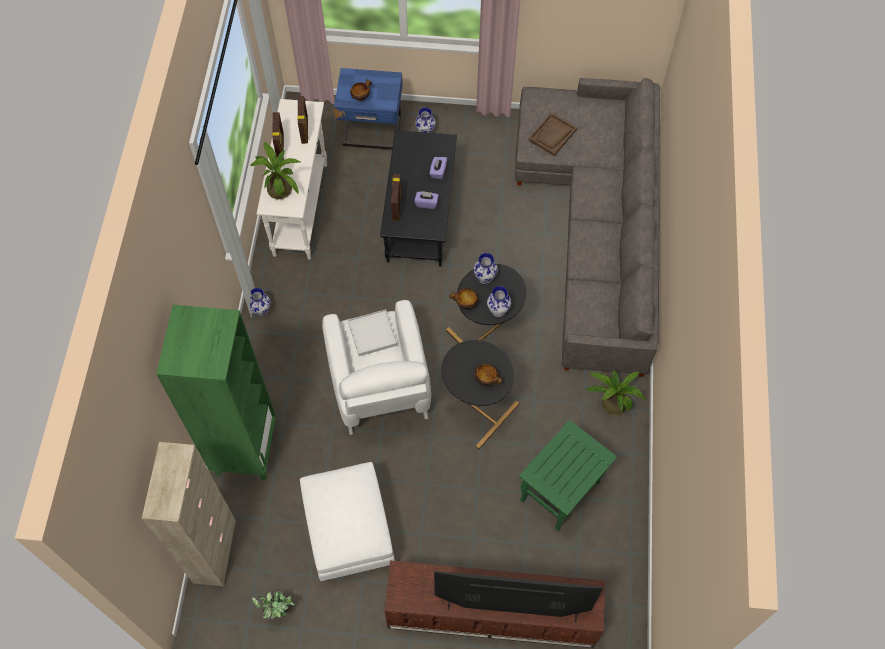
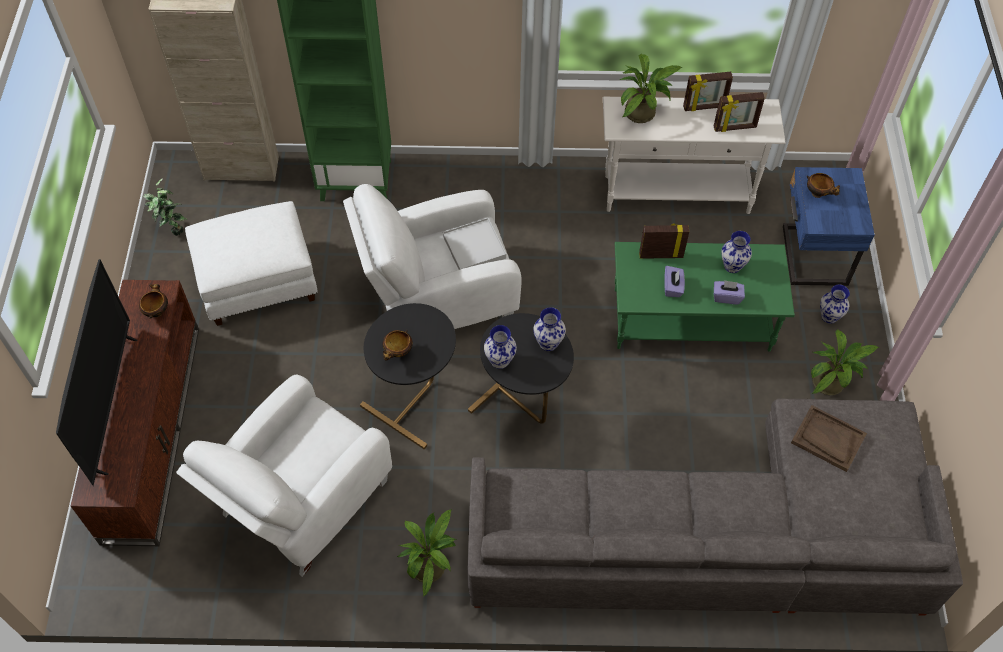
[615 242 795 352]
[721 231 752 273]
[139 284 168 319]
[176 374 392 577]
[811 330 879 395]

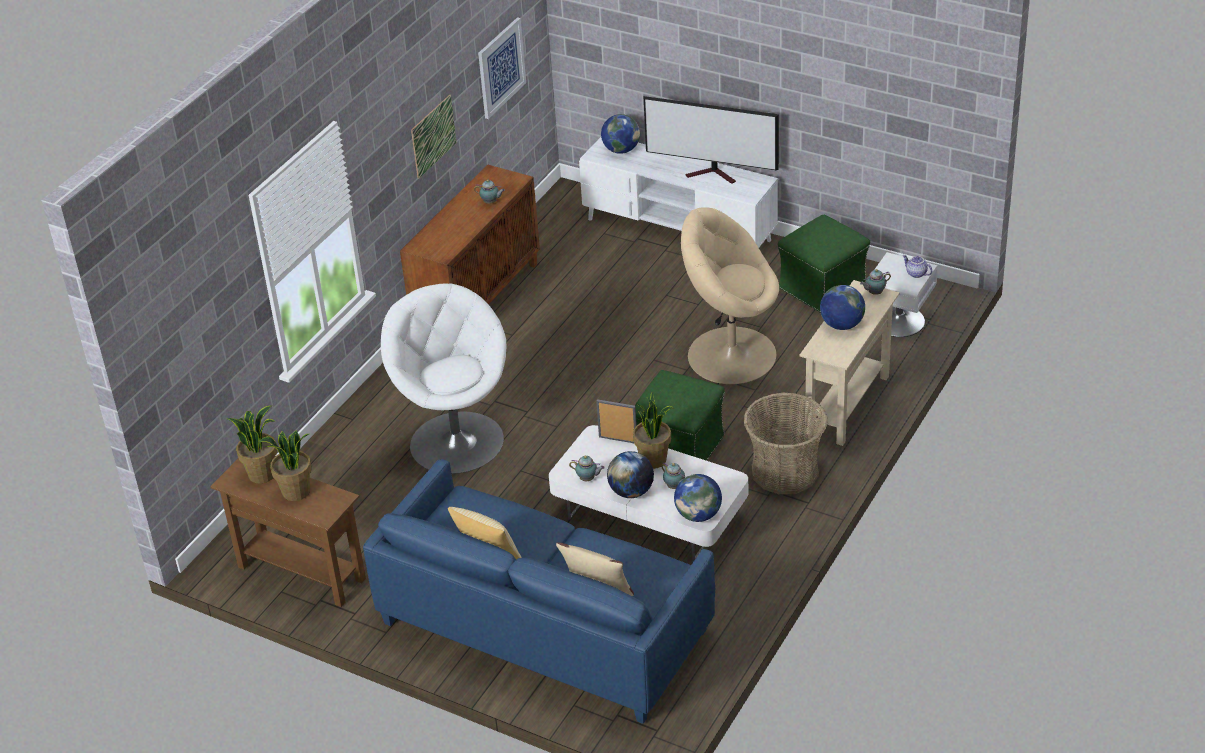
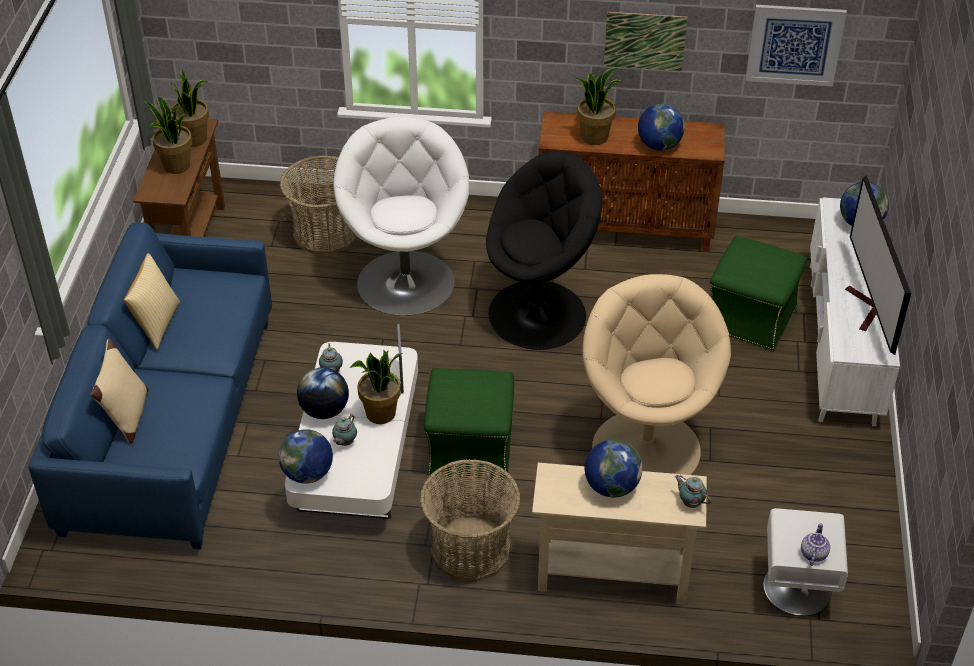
[638 104 685 151]
[710 236 807 350]
[333 117 469 316]
[575 67 622 145]
[486 151 602 350]
[280 155 357 255]

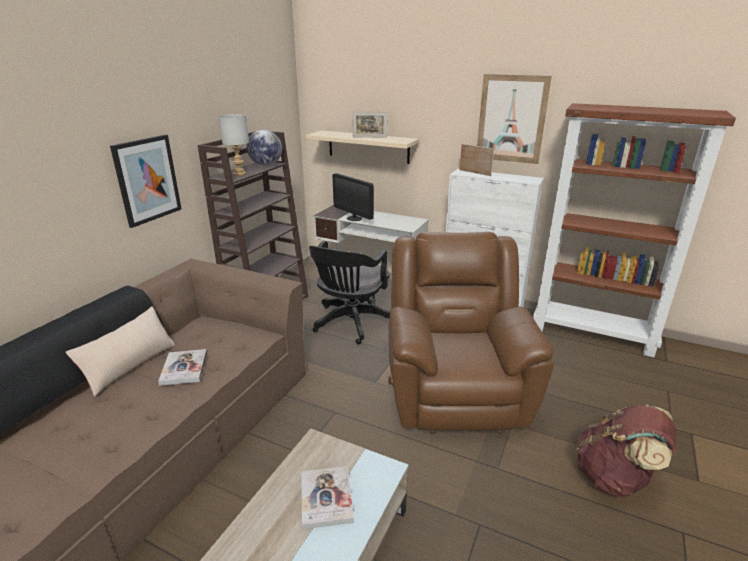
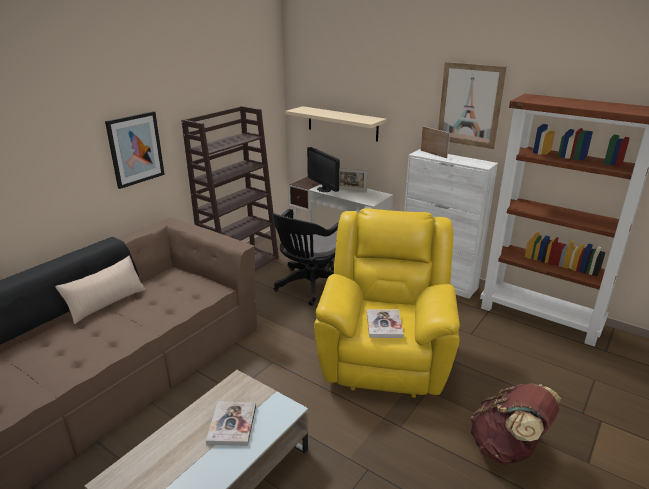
[339 168 368 191]
[219 114 249 175] (first image)
[247 130 282 166] (first image)
[314 208 460 398]
[367 309 404 338]

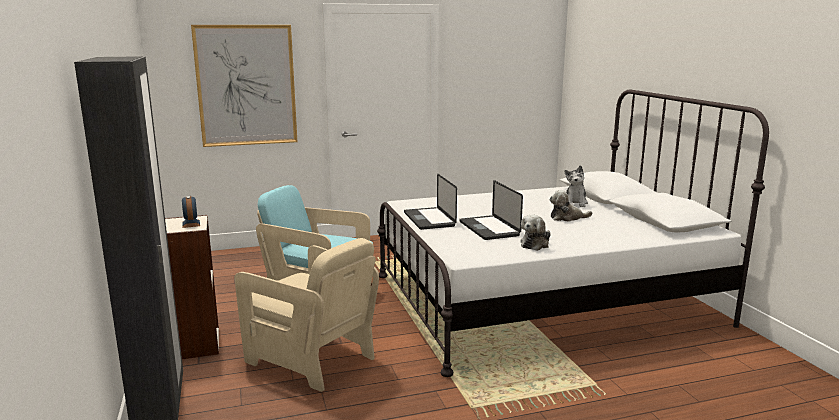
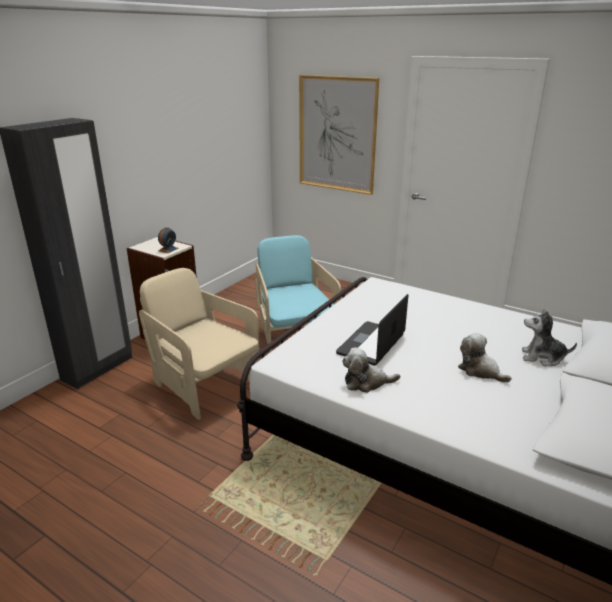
[522 309 577 366]
[404 174 457 230] (first image)
[139 268 259 420]

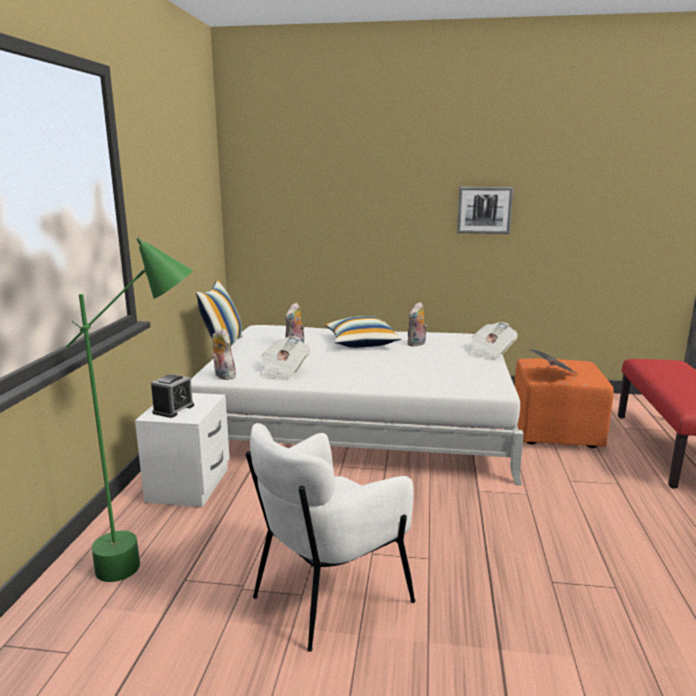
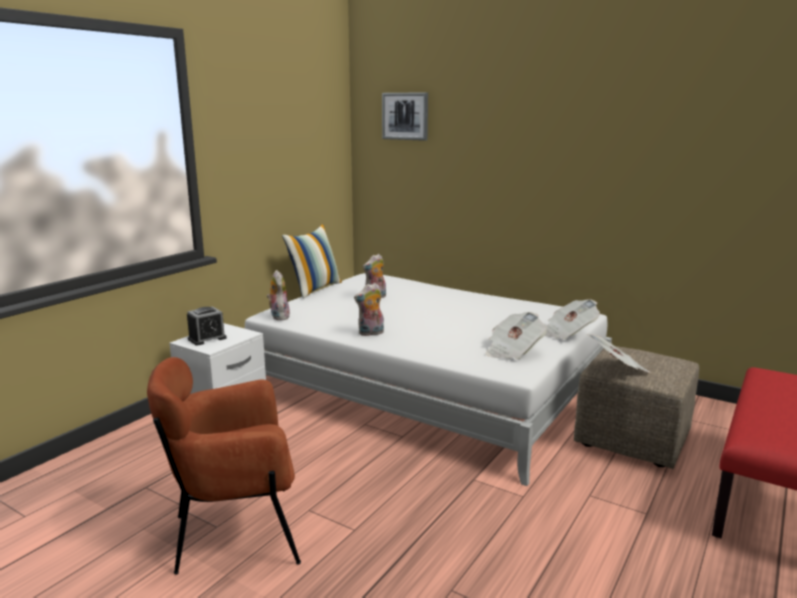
[382 92 428 141]
[66 238 193 582] (first image)
[354 283 384 336]
[325 316 401 348] (first image)
[486 312 547 359]
[574 346 699 469]
[147 357 301 575]

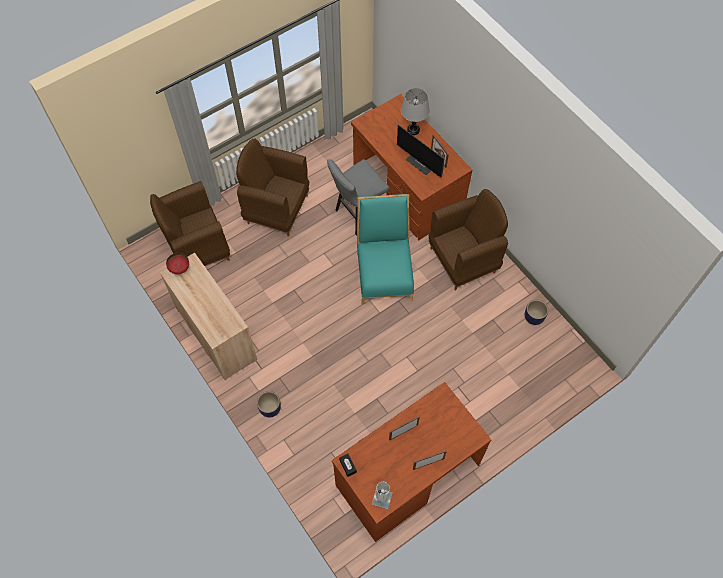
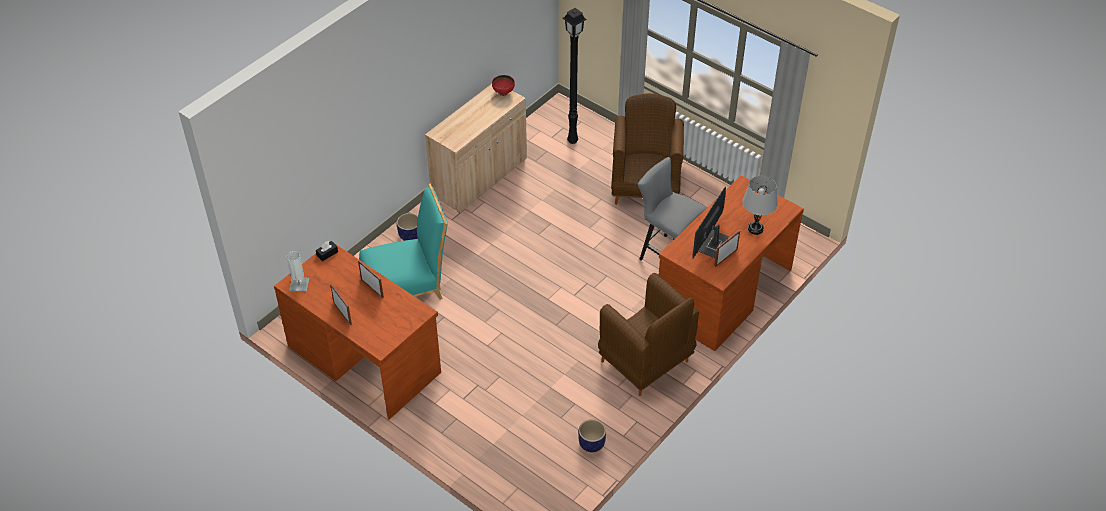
[563 8 587 144]
[359 184 448 299]

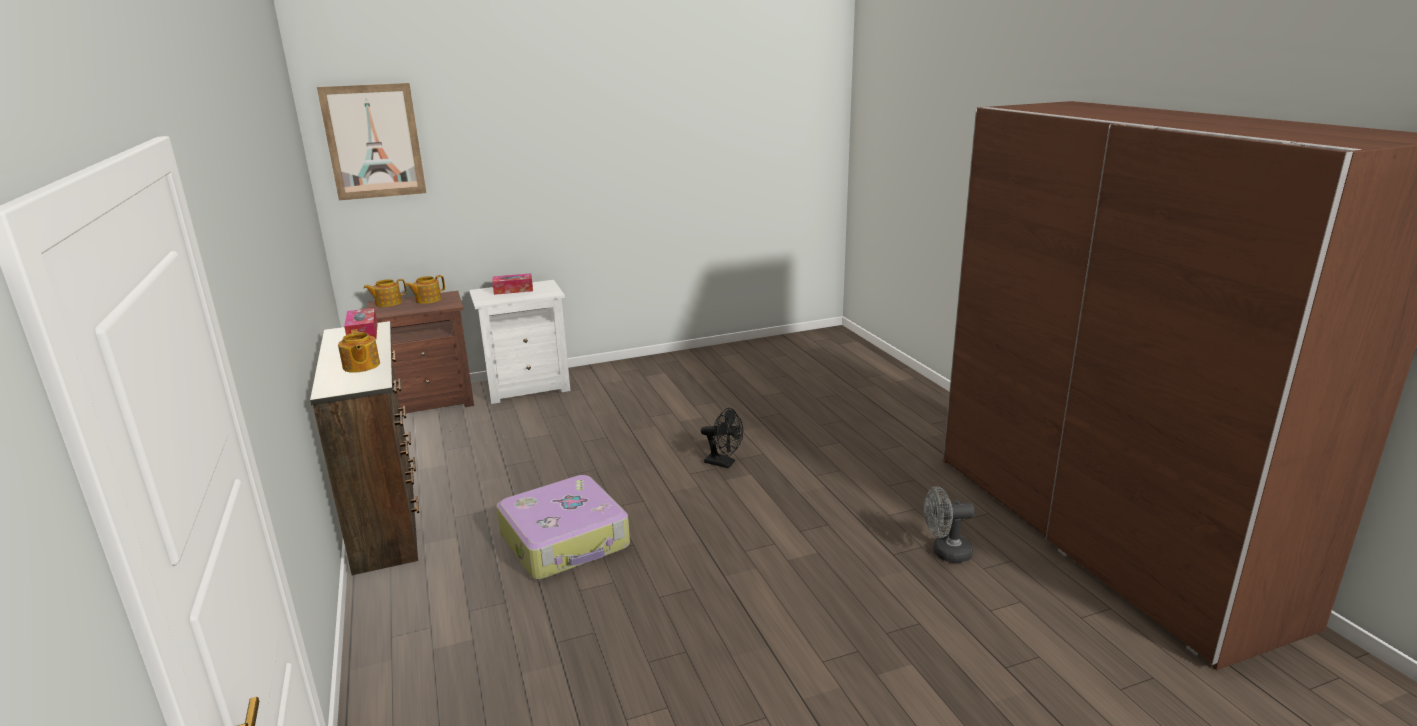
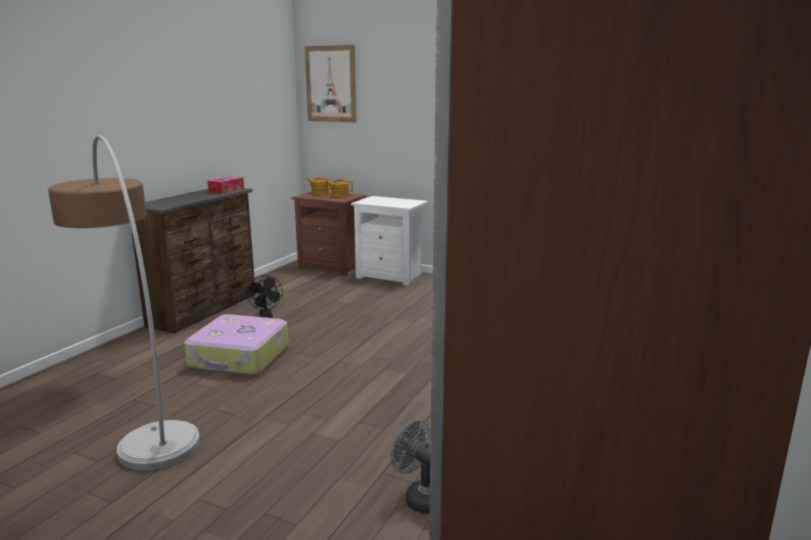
[492 273 533 295] (first image)
[338 329 380 373] (first image)
[246 275 283 318]
[48 135 200 471]

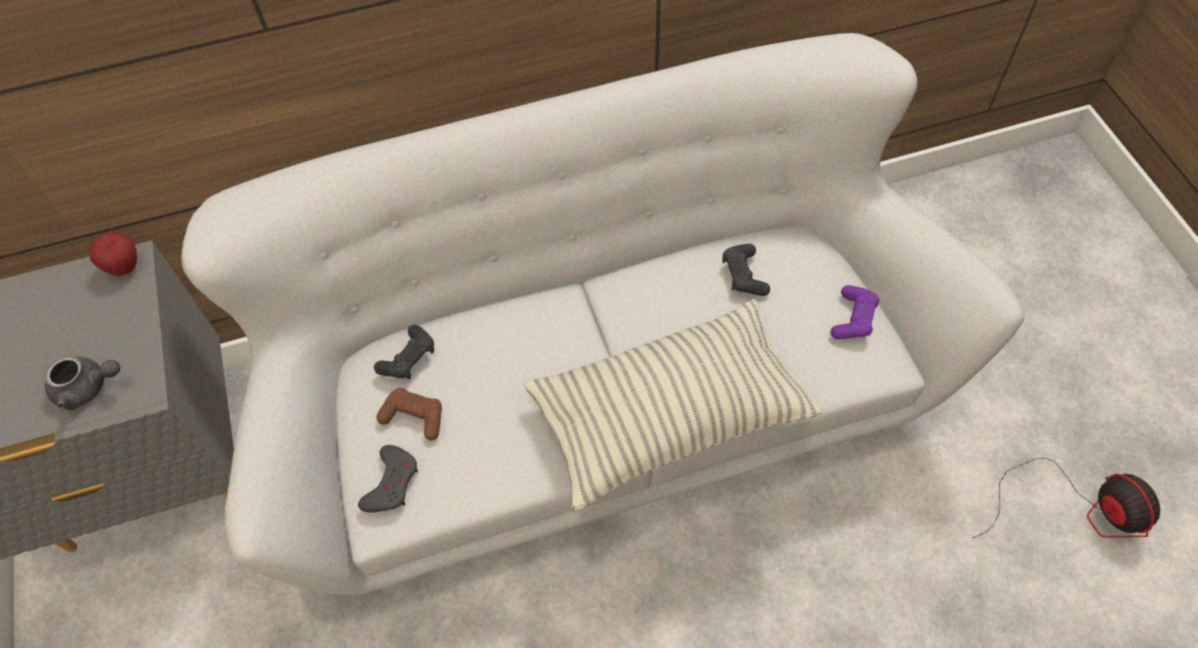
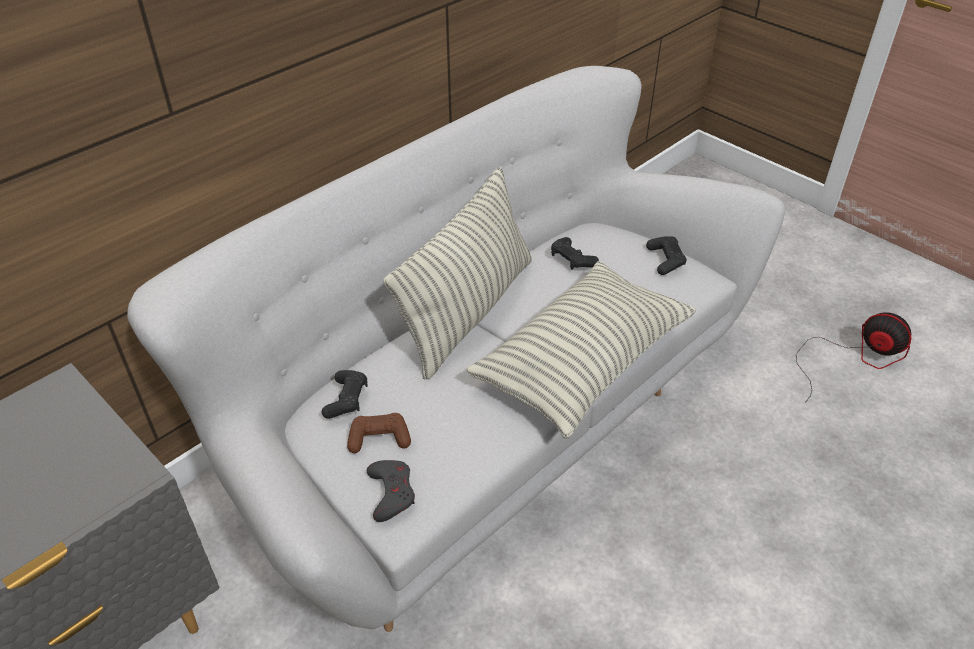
[89 231 137 276] (first image)
[646 236 687 275]
[44 355 120 410] (first image)
[384 166 532 379]

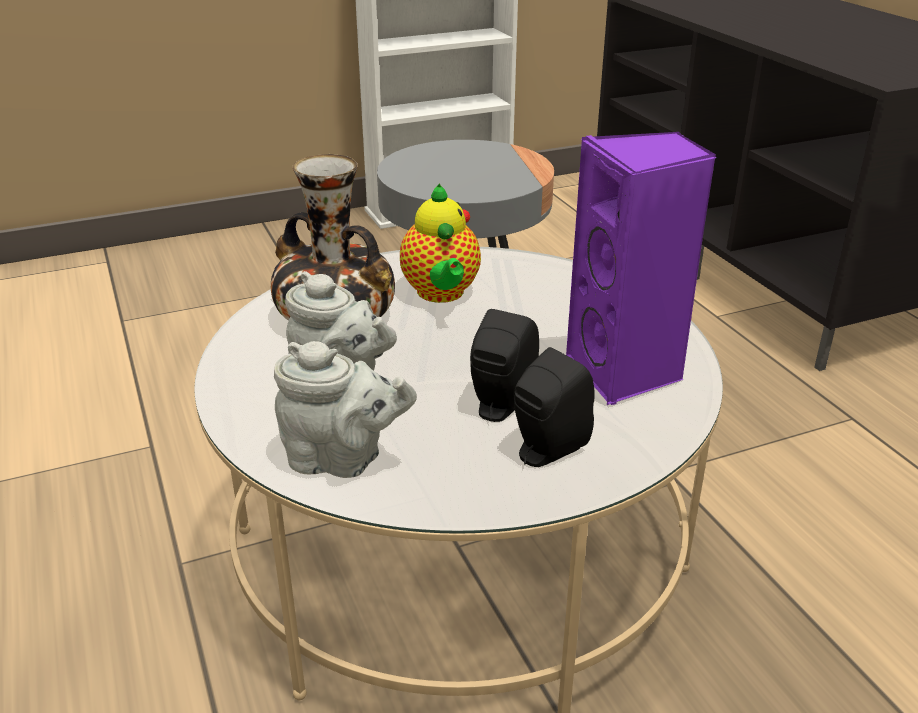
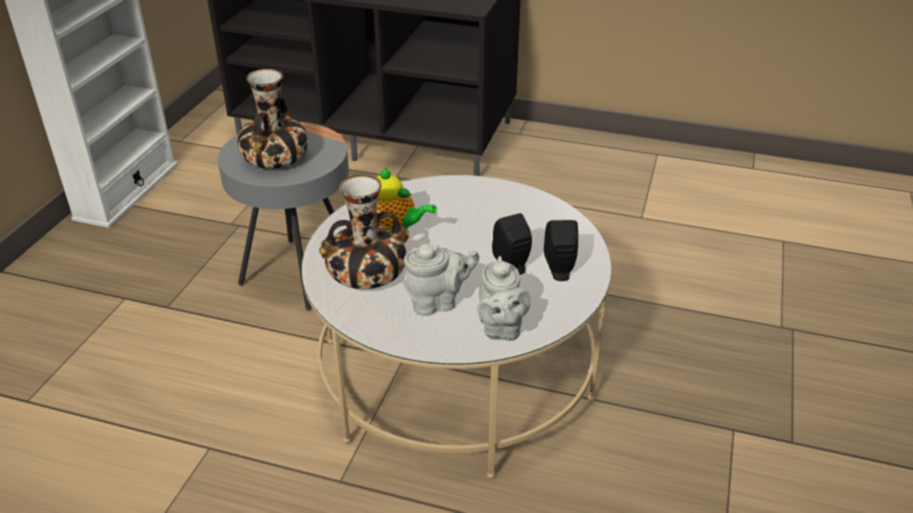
[566 132 717 405] (first image)
[477 256 531 341]
[237 69 308 169]

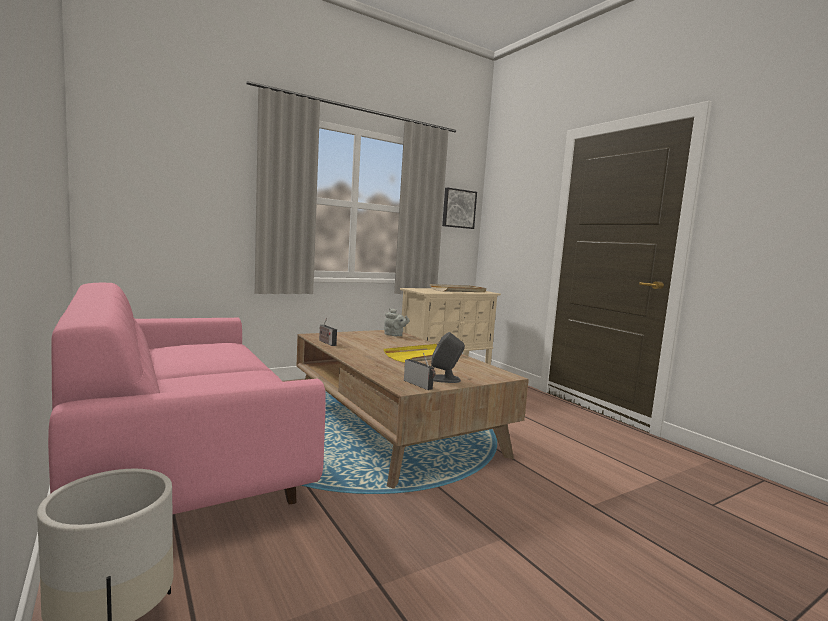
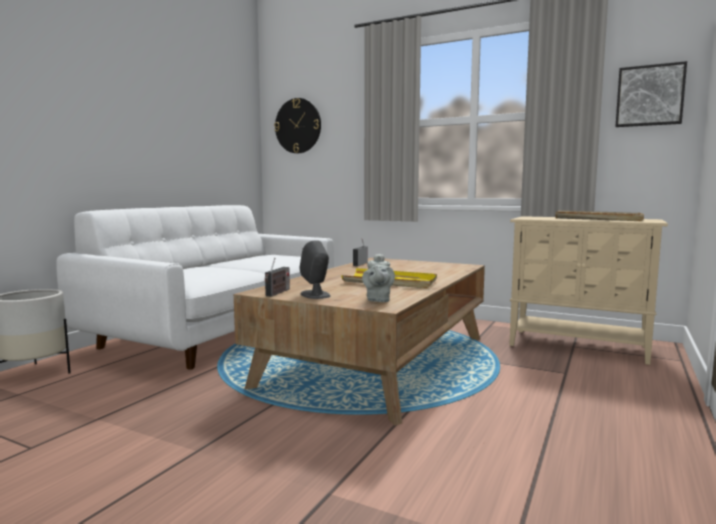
[56 205 334 370]
[362 253 395 302]
[274 98 321 153]

